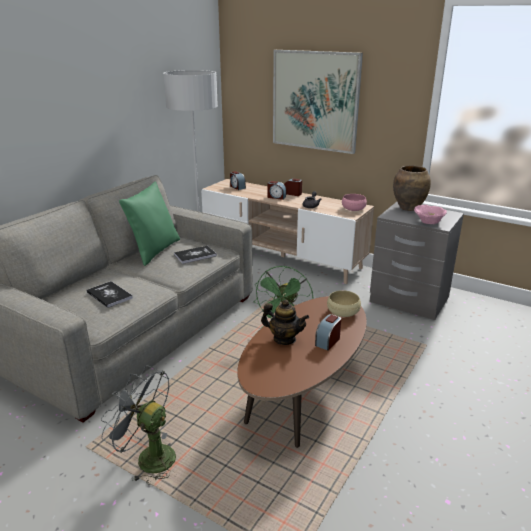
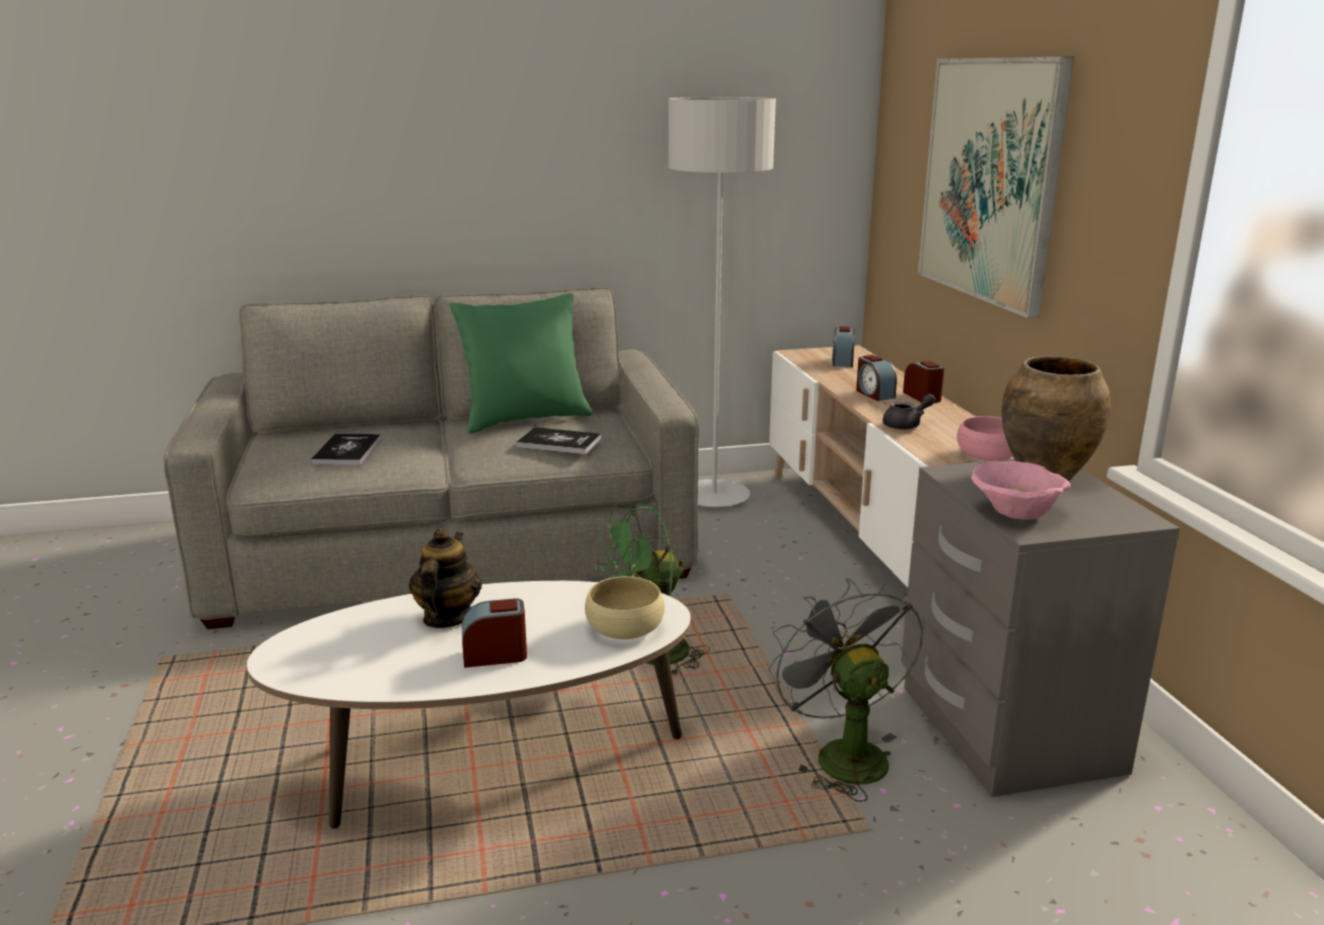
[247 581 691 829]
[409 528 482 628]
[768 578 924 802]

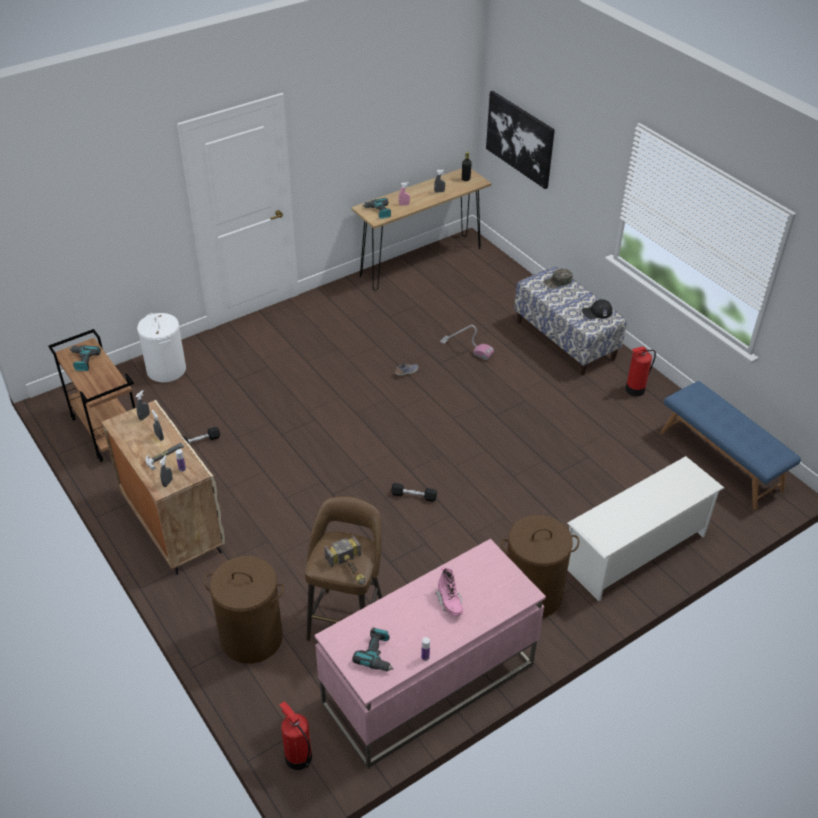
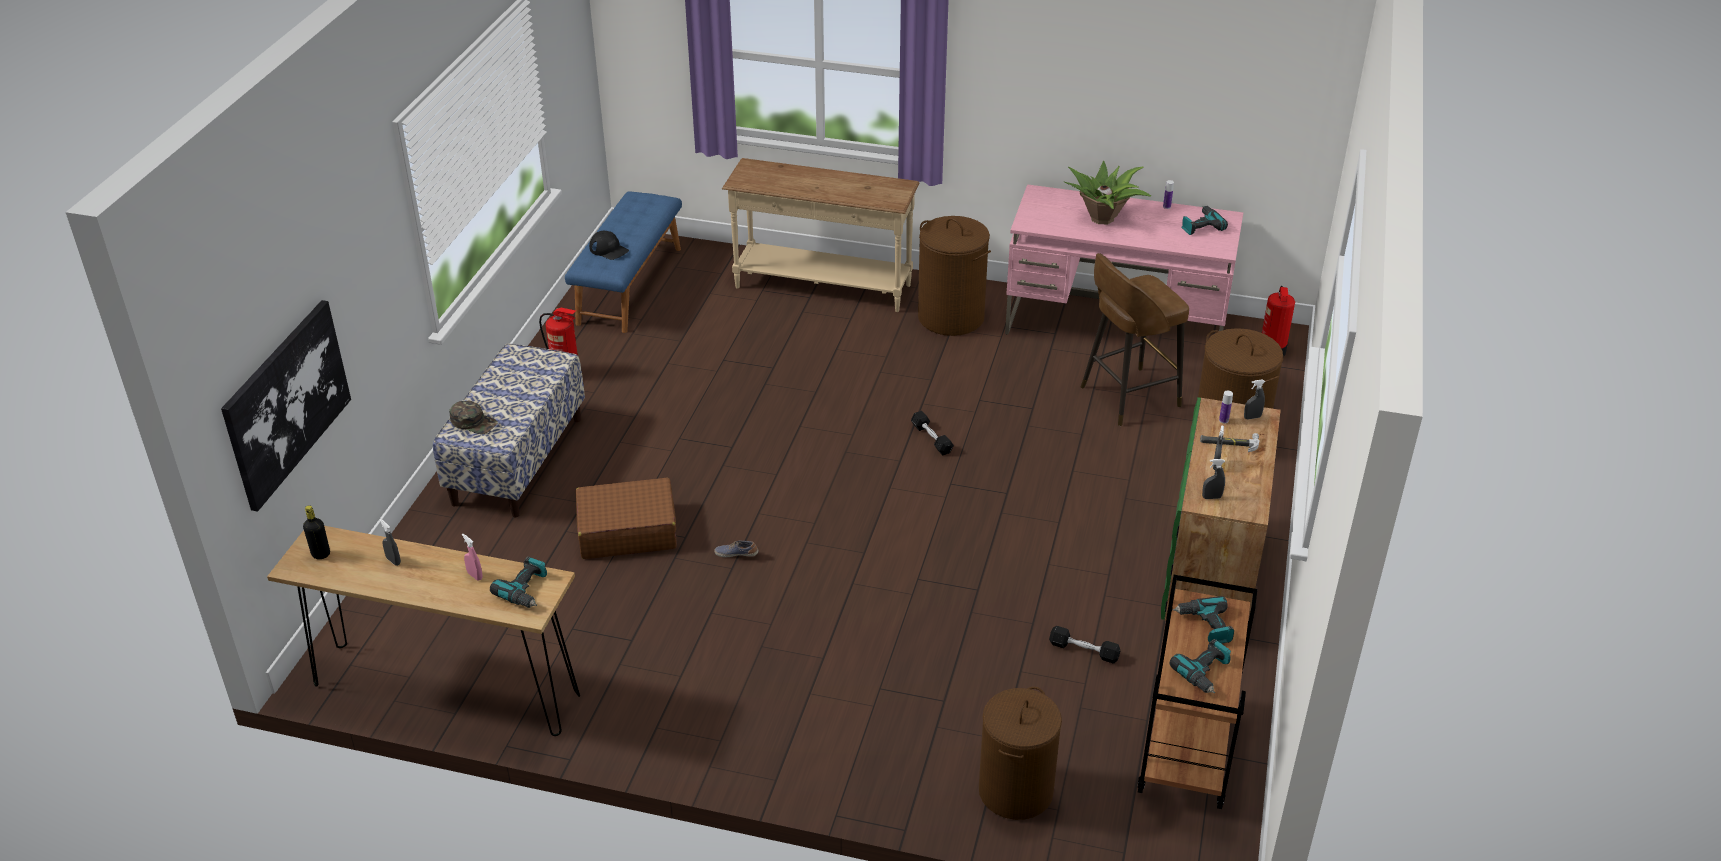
[589 230 629 260]
[979 687 1062 820]
[576 478 677 559]
[1161 397 1281 625]
[722 158 919 312]
[324 535 365 585] (first image)
[1064 161 1151 224]
[1173 596 1234 644]

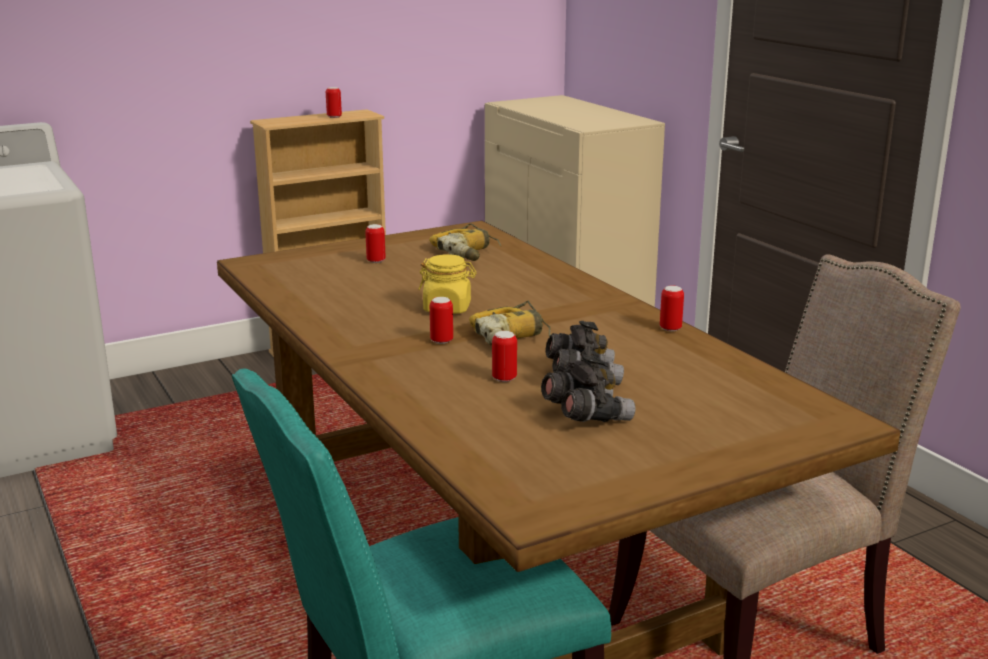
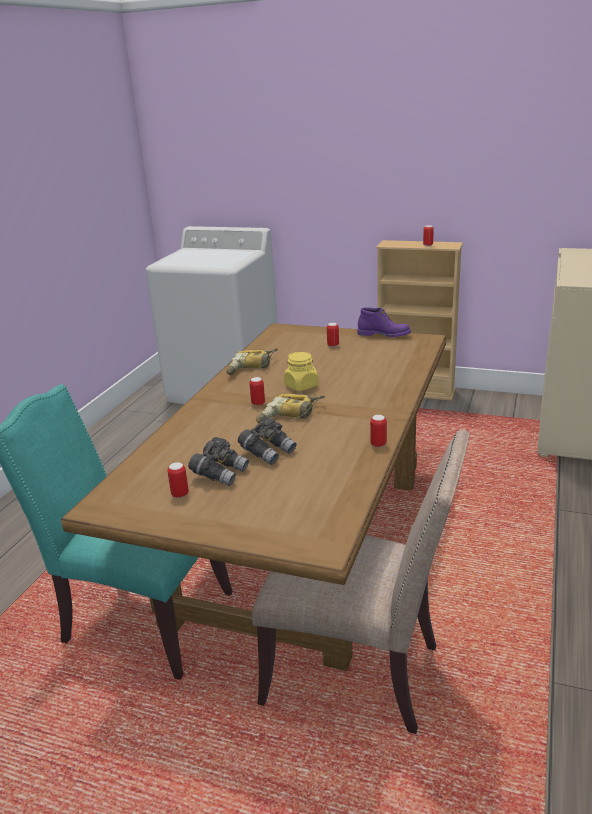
[227 348 278 375]
[167 462 189 498]
[357 307 411 337]

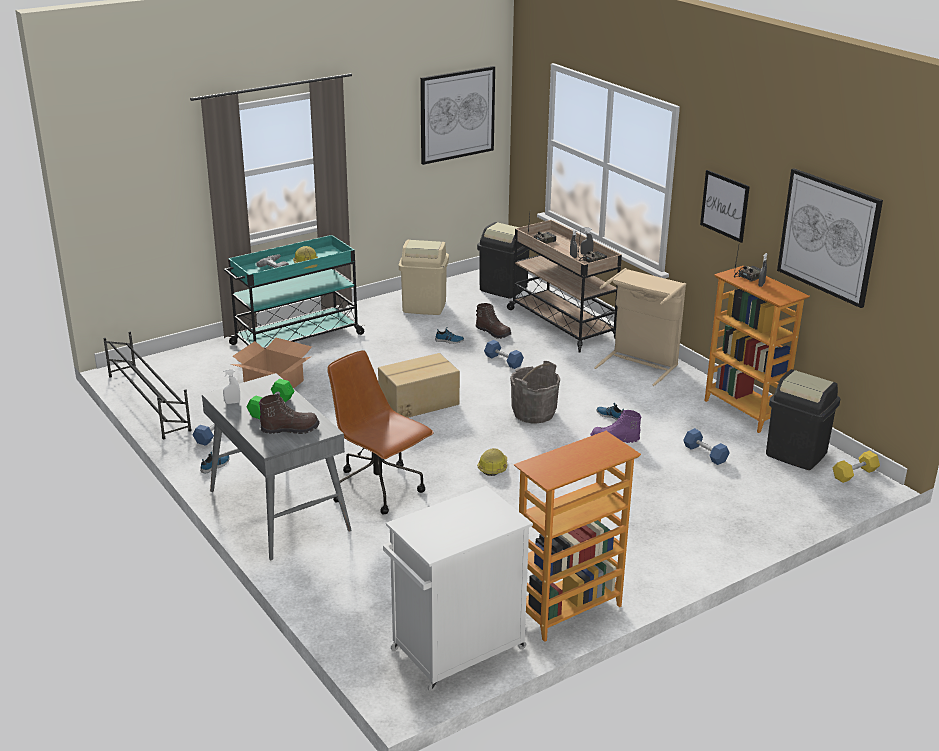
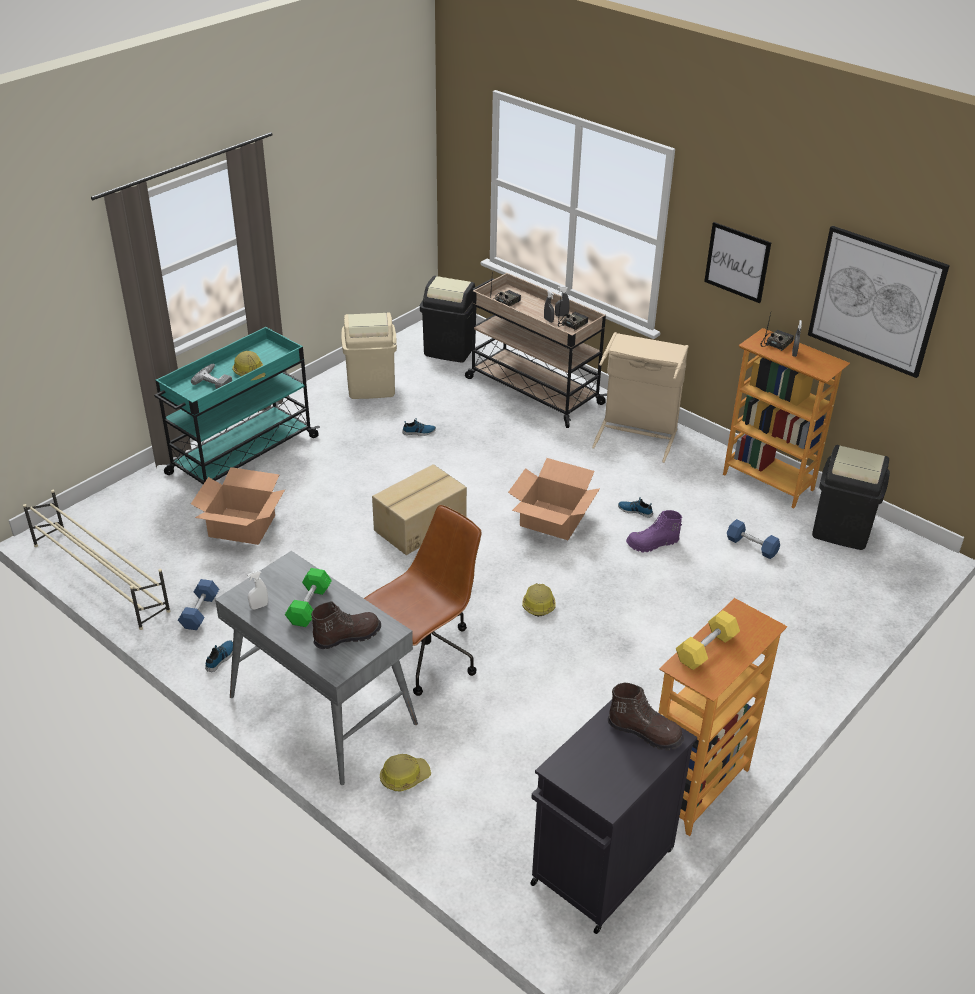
[420 66 495 165] (first image)
[608 683 684 750]
[23 490 170 630]
[484 340 524 369] (first image)
[364 505 481 696]
[508 458 600 540]
[676 610 740 670]
[530 700 697 934]
[380 754 431 792]

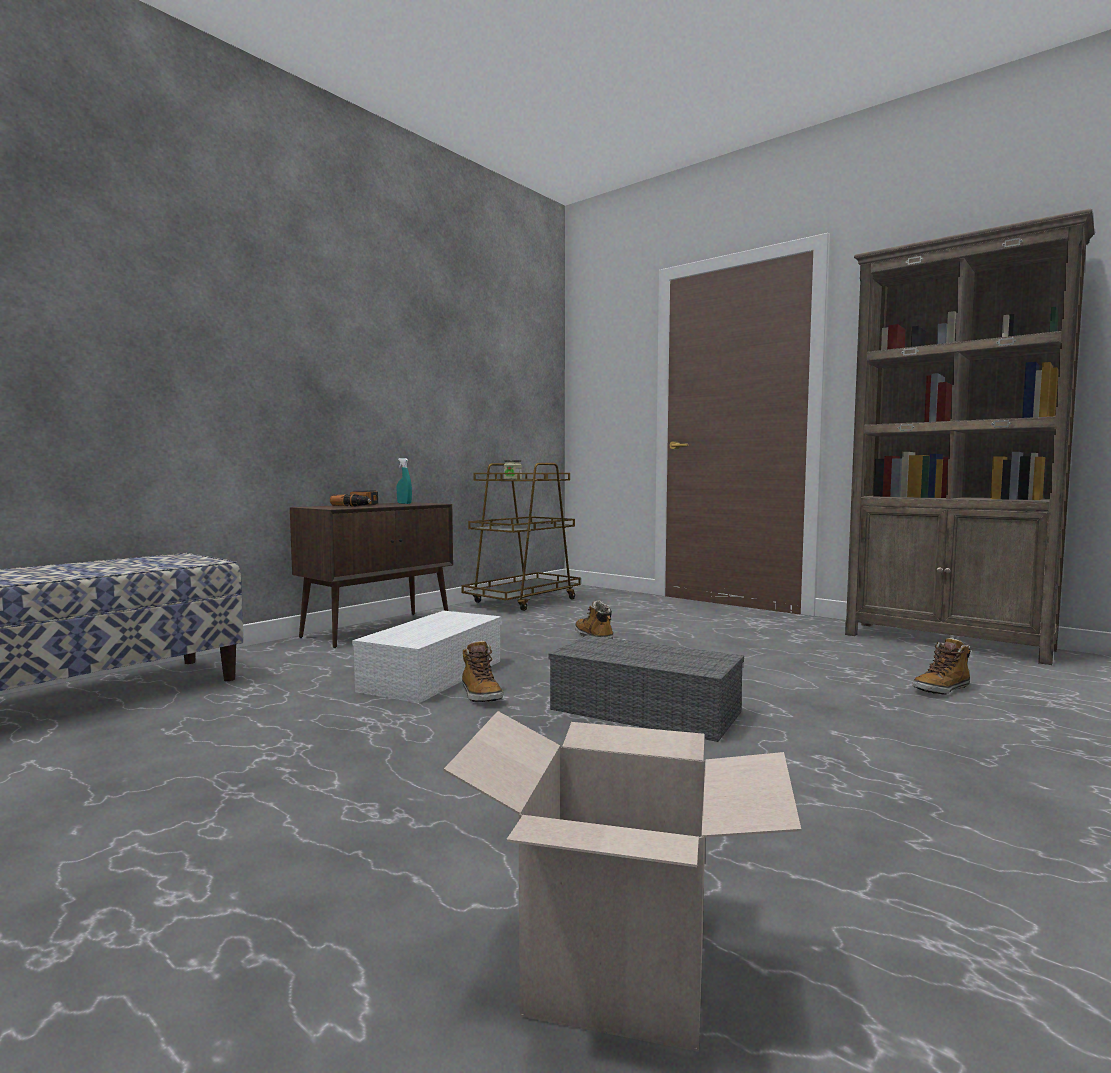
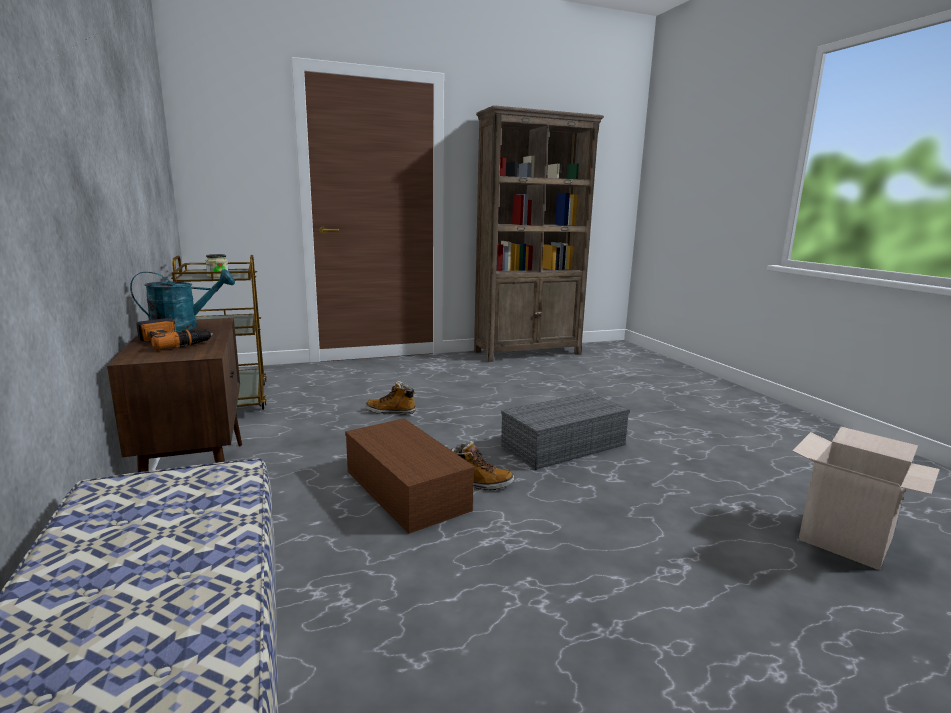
[130 269 235 331]
[345 419 475 534]
[913 637 970 695] (first image)

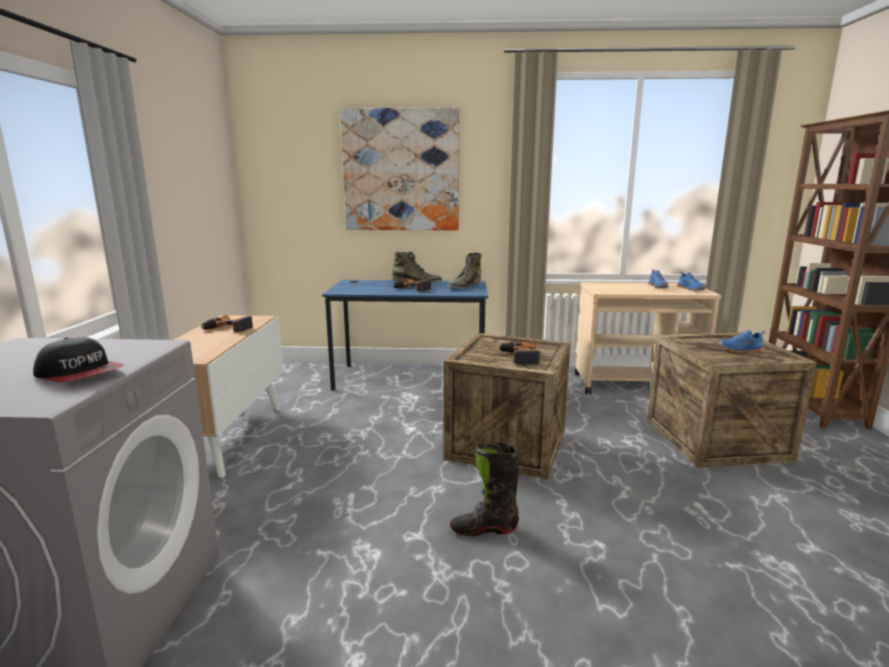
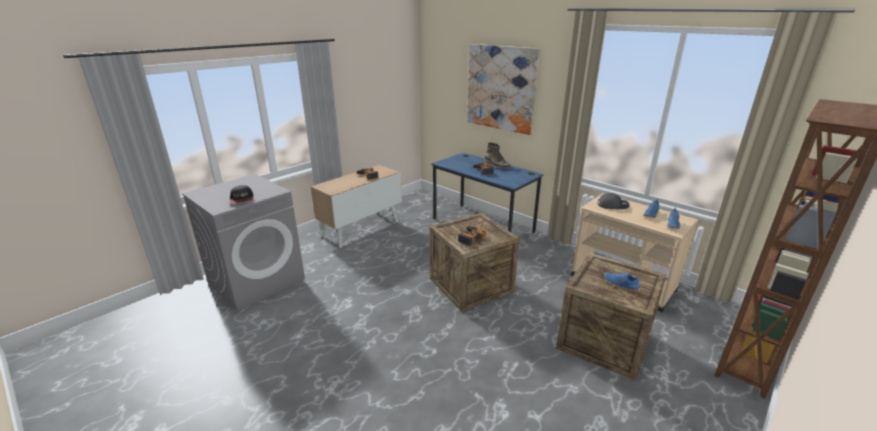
[447 253 482 289] (first image)
[450 441 519 536] (first image)
[597 193 629 209]

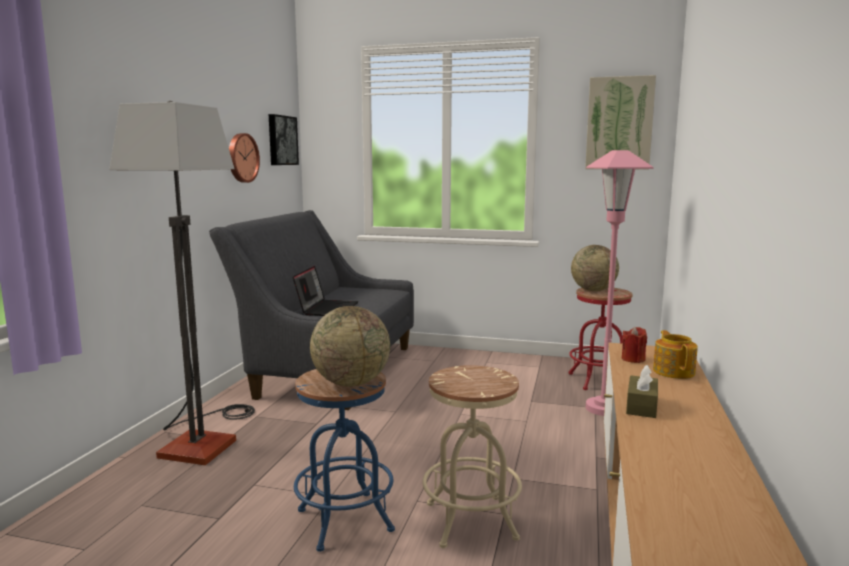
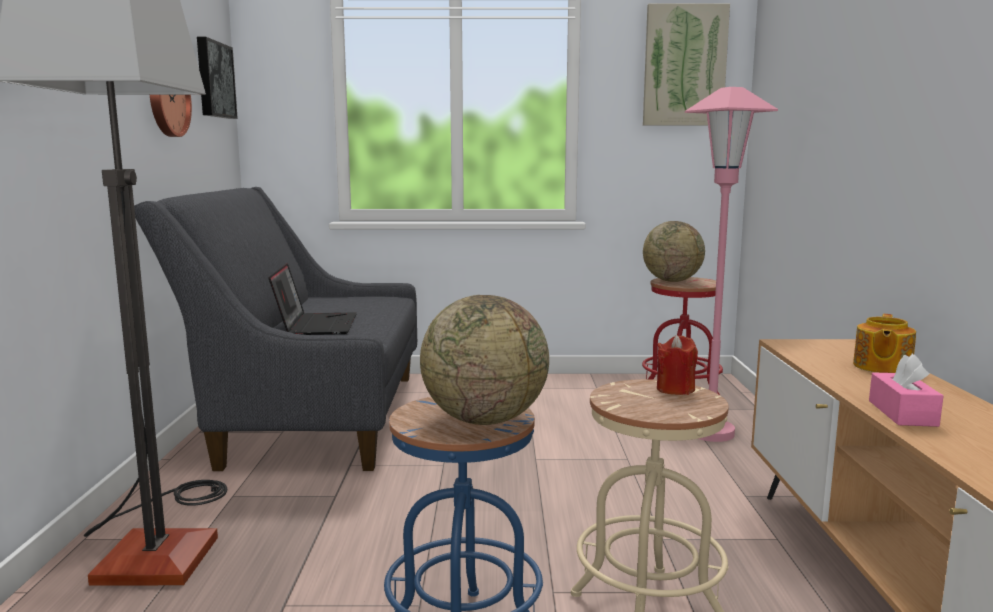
[657 335 698 395]
[853 314 916 373]
[869 354 943 427]

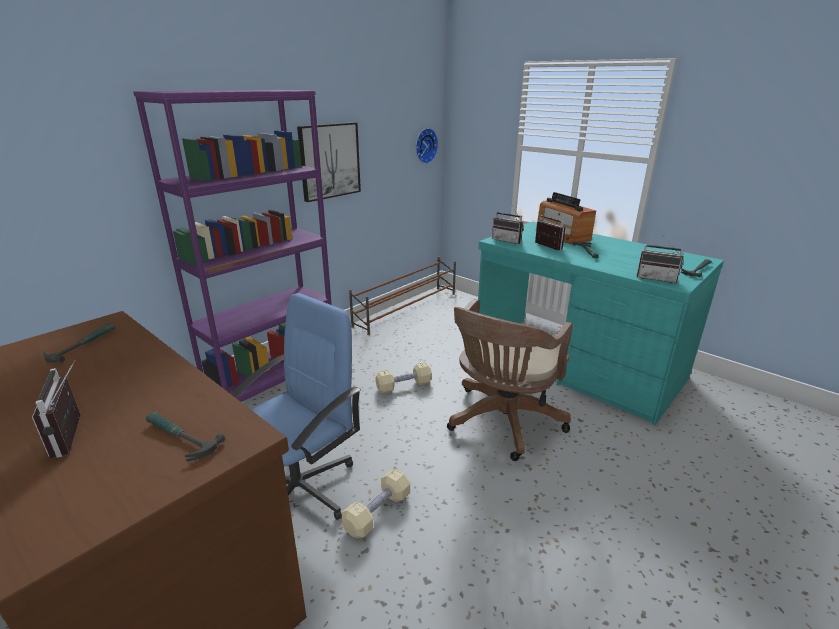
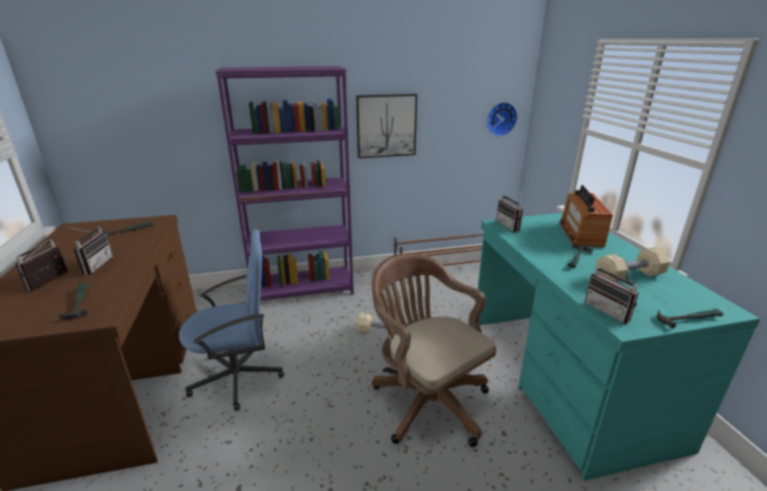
[67 227 113 275]
[372 253 496 447]
[595 247 670 282]

